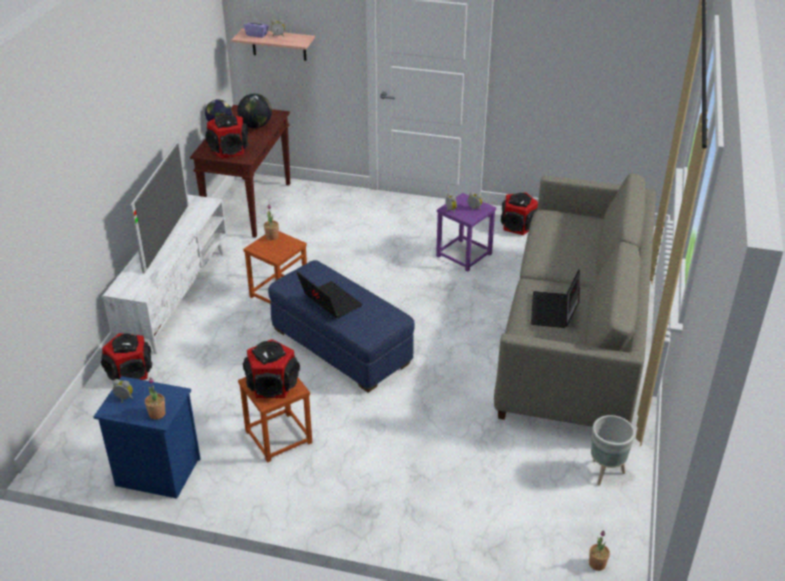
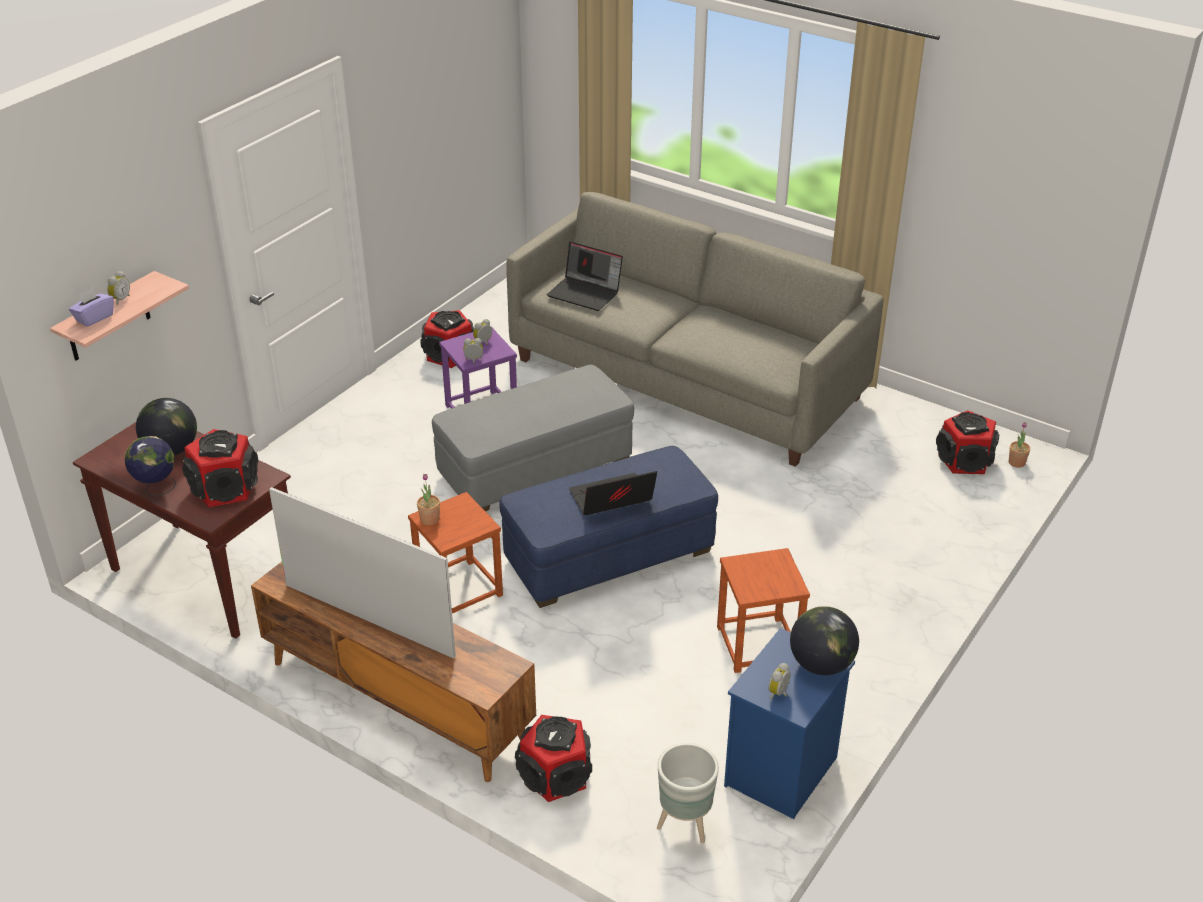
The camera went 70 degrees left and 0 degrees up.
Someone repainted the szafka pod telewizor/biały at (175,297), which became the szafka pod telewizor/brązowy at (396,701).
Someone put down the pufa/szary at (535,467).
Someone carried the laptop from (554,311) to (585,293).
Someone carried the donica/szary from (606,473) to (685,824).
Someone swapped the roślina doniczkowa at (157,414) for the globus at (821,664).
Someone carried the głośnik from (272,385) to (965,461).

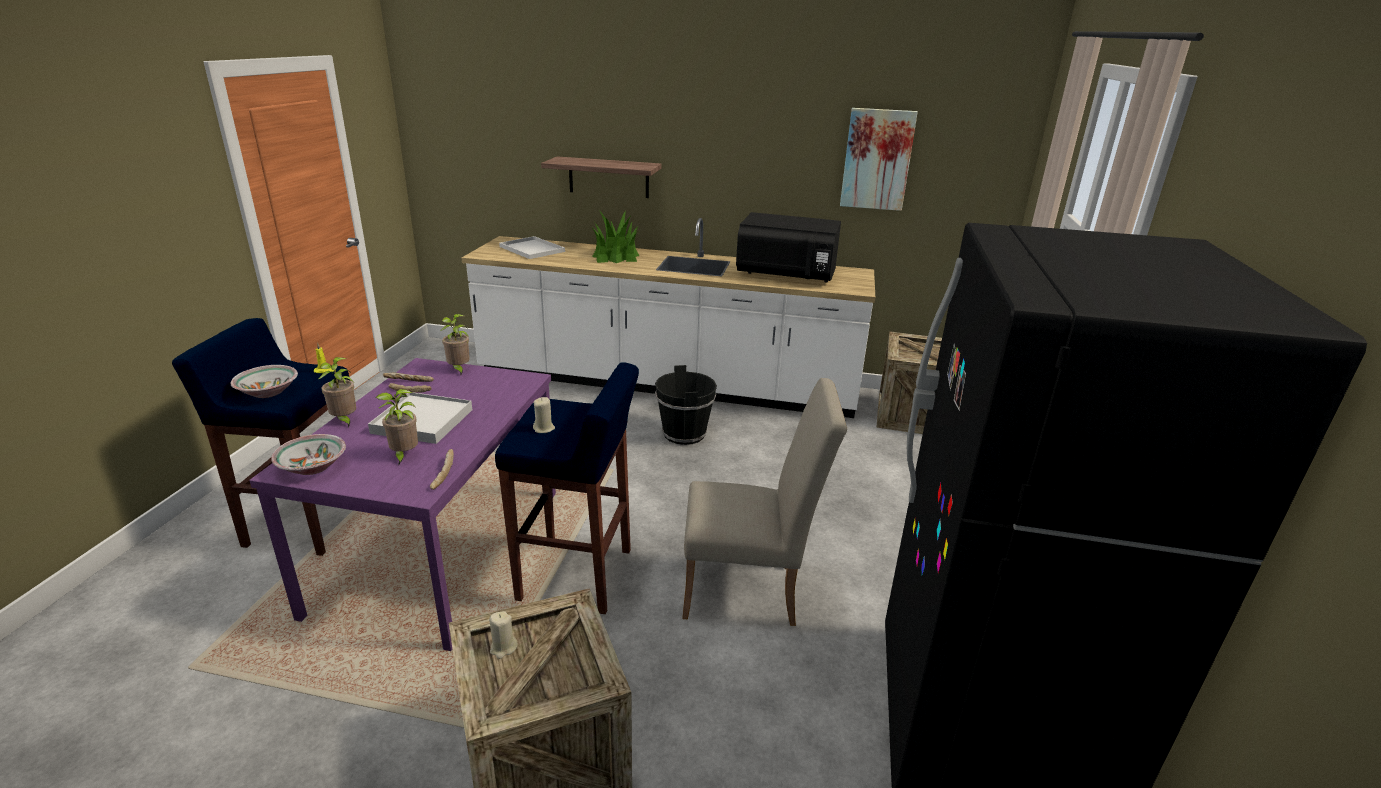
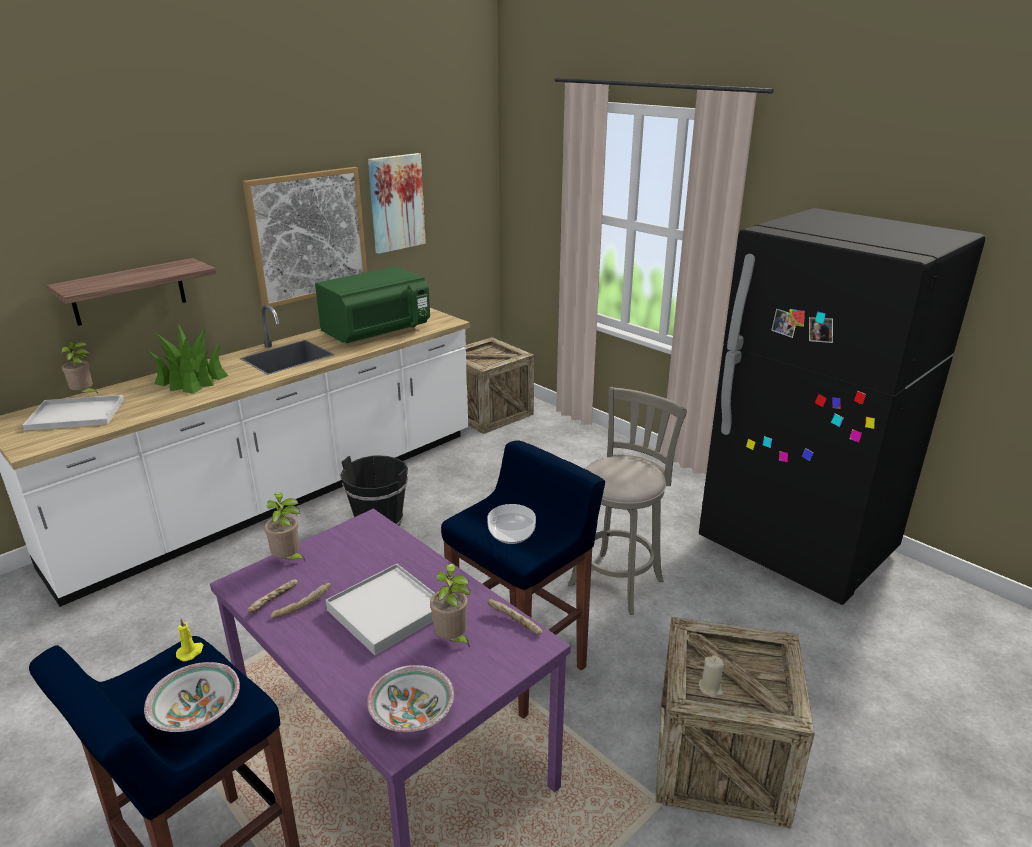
The camera went 55 degrees left and 0 degrees up.
Someone carried the roślina doniczkowa from (344,421) to (85,394).
Someone put up the obraz at (308,236).
Someone repainted the mikrofalówka/czarny at (786,275), which became the mikrofalówka/zielony at (377,332).
Someone swapped the świeca/beżowy at (544,428) for the miska at (512,534).
Someone swapped the krzesło/beżowy at (749,592) for the stołek/szary at (618,580).

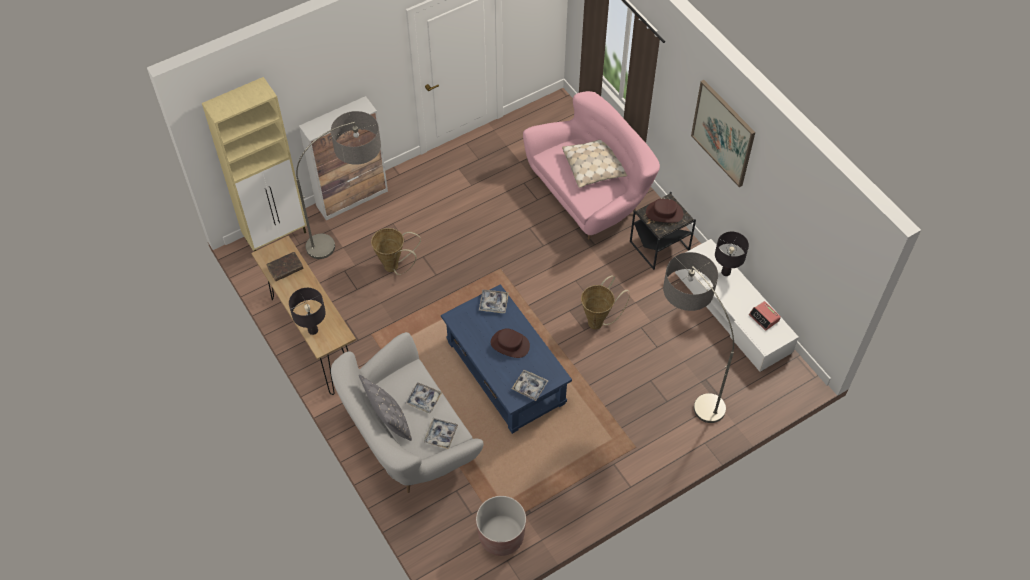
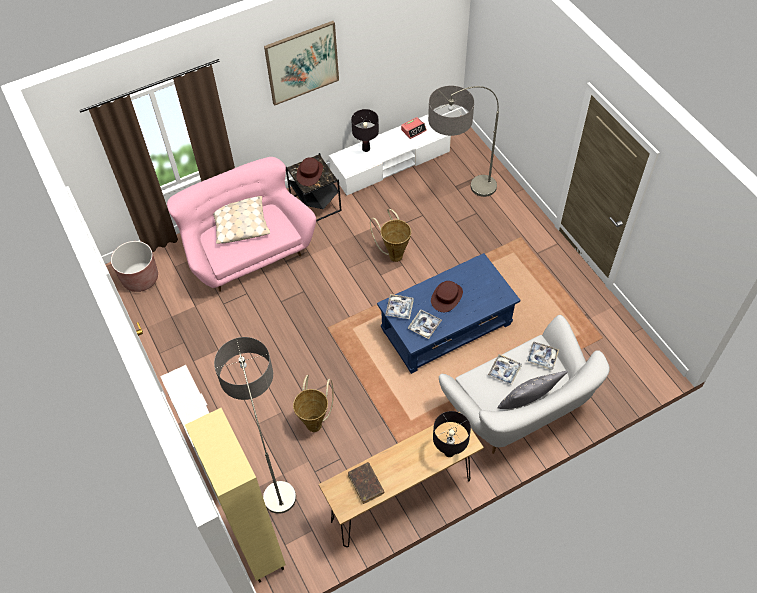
The camera went 85 degrees left and 0 degrees up.
Someone carried the donica/brązowy from (501,536) to (140,278).
Someone carried the taca from (530,387) to (424,326).

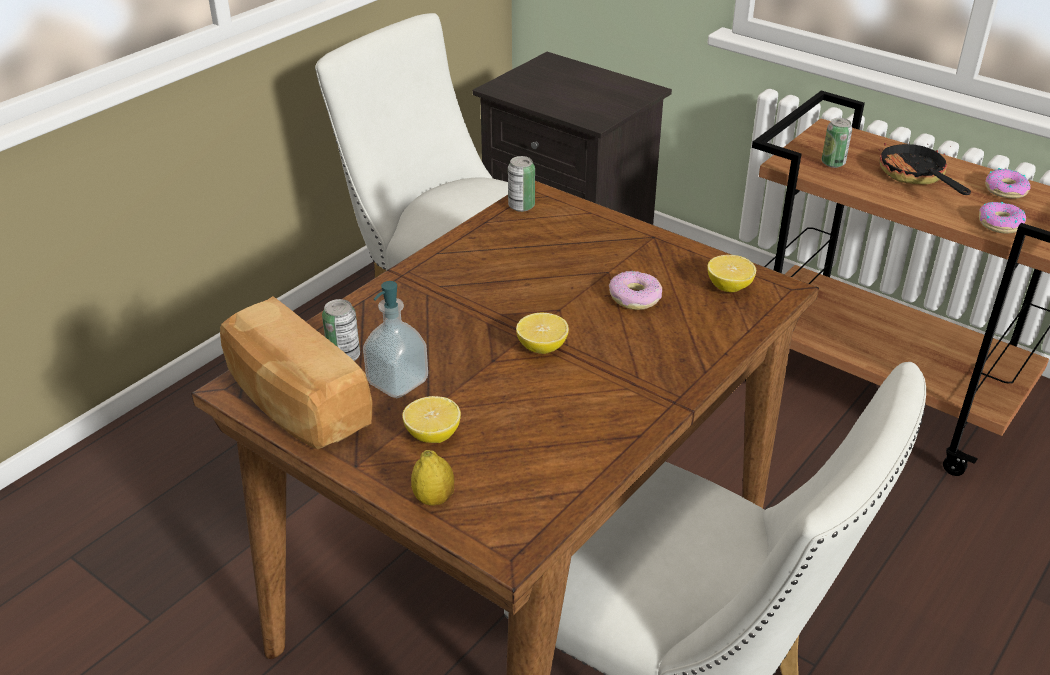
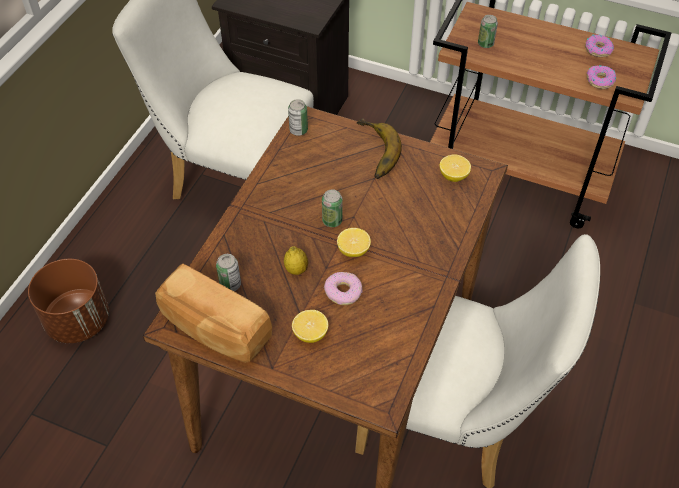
The camera went 15 degrees left and 15 degrees up.
Someone put down the donica/brązowy at (78,320).
Someone carried the cytryna from (434,499) to (296,269).
Someone put down the puszka at (332,221).
Someone carried the donut from (635,297) to (343,292).
Someone put down the banan at (372,152).
Someone took away the dozownik mydła at (397,382).
Someone took away the patelnia at (916,177).

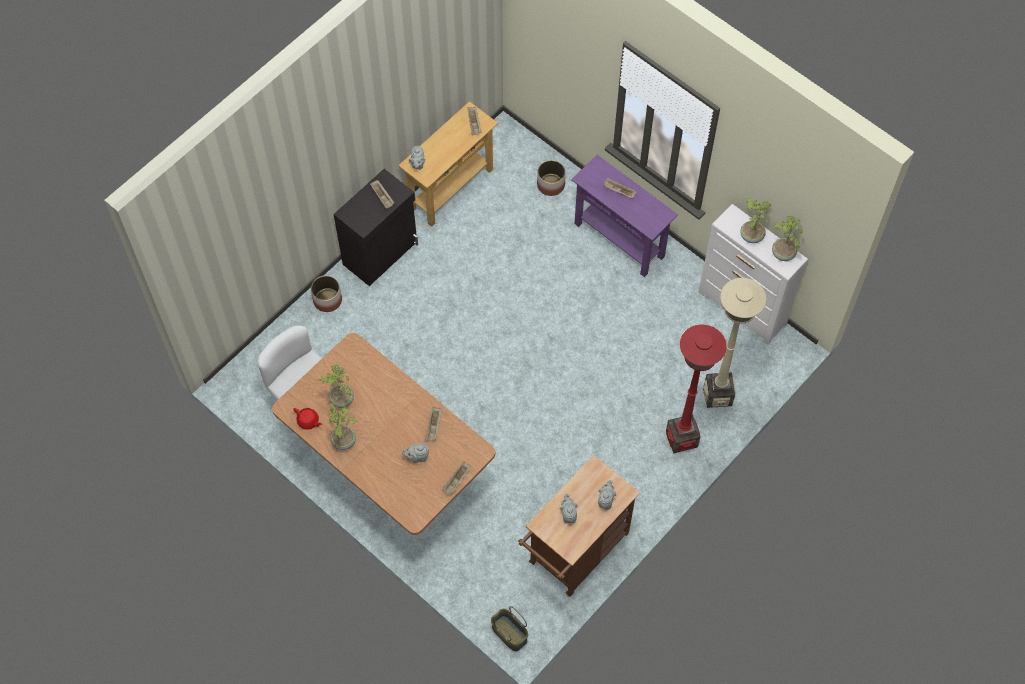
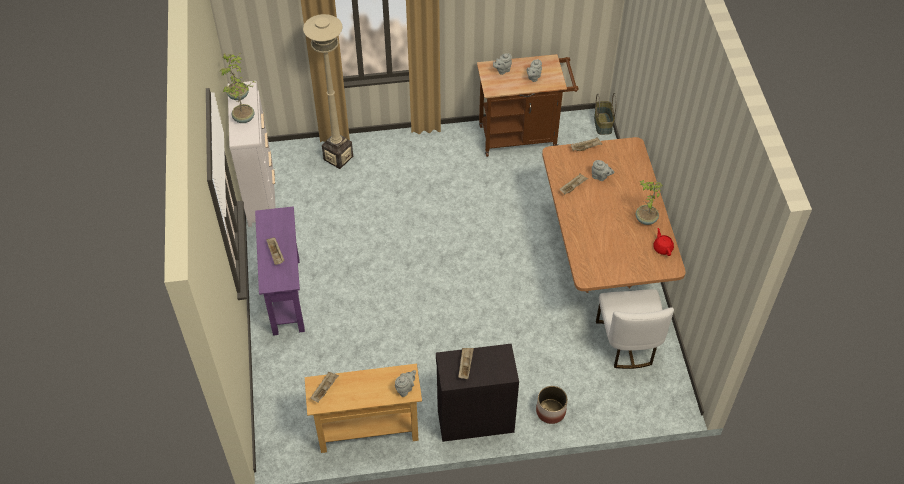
The camera went 140 degrees left and 10 degrees down.
Someone took away the roślina doniczkowa at (341,400).
Someone took away the donica at (551,184).
Someone took away the lampa stojąca/czerwony at (682,439).

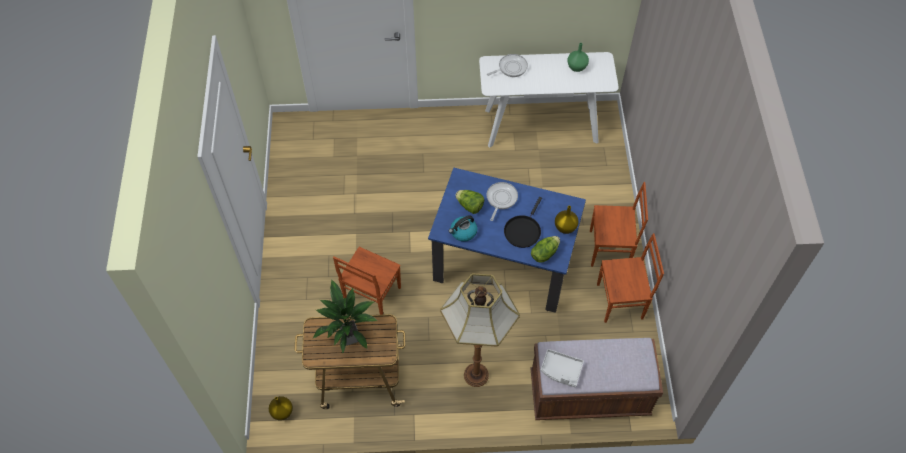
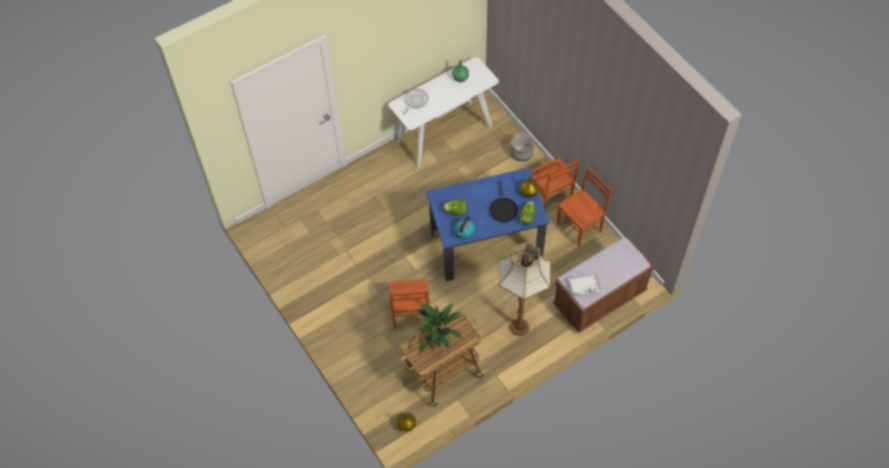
The camera went 30 degrees left and 0 degrees up.
Someone put down the donica at (521,153).
Someone rotated the krzesło/brązowy at (610,249) by 90 degrees clockwise.
Someone took away the patelnia at (501,199).

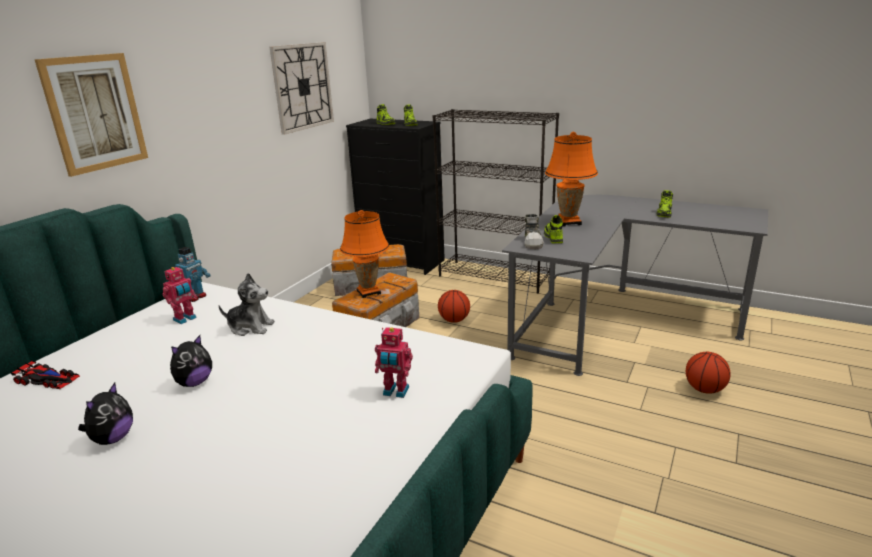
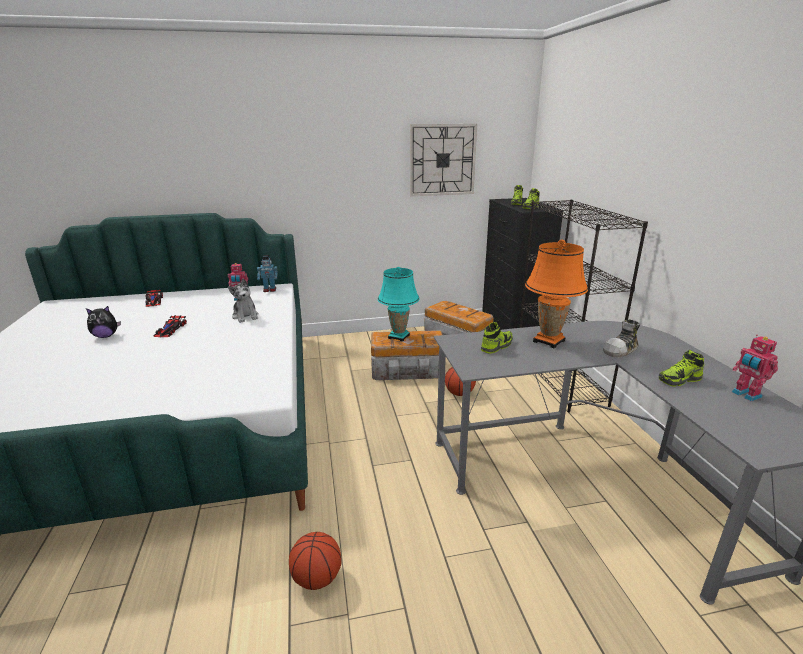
The camera went 50 degrees right and 0 degrees up.
Someone swapped the pluszak at (194,382) for the samochodzik at (170,330).
Someone carried the piłka do koszykówki from (704,389) to (317,578).
Someone repainted the lampa stołowa/pomarańczowy at (368,292), which became the lampa stołowa/turkusowy at (398,337).
Someone carried the but from (533,242) to (621,350).
Someone carried the robot zabawkowy from (395,392) to (745,395).
Someone took away the obraz at (95,113).

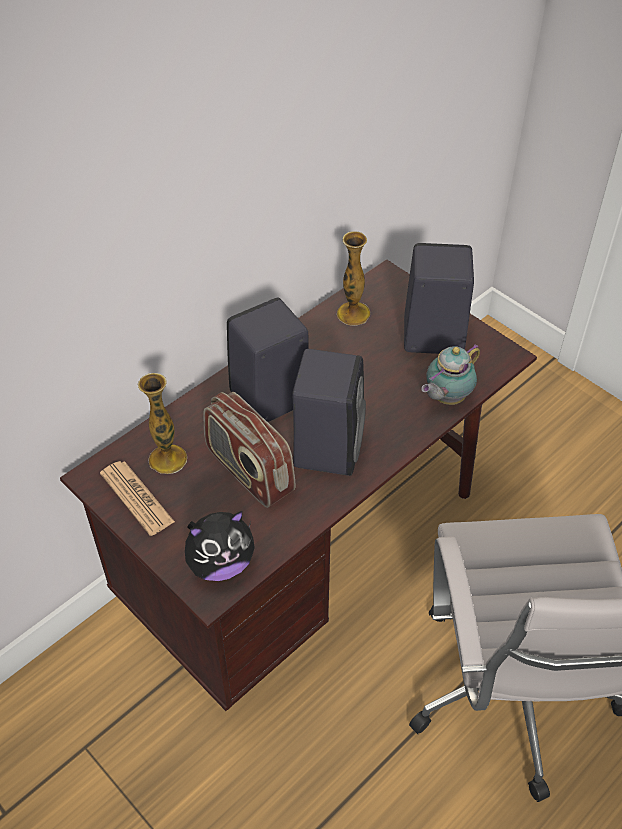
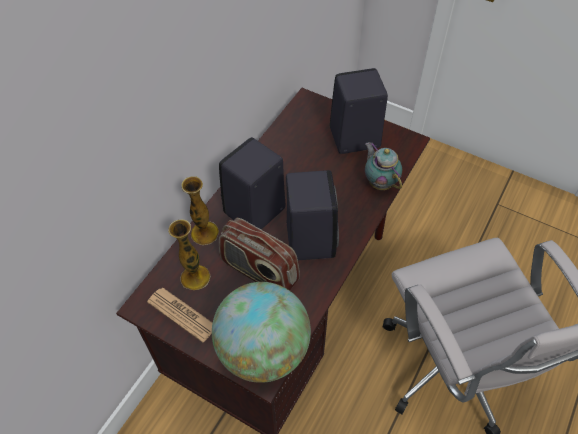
The camera went 15 degrees left and 5 degrees up.
Someone carried the wazon from (353,313) to (204,233).
Someone swapped the pluszak at (220,564) for the globus at (263,350).
Someone rotated the imbryk at (446,398) by 120 degrees clockwise.

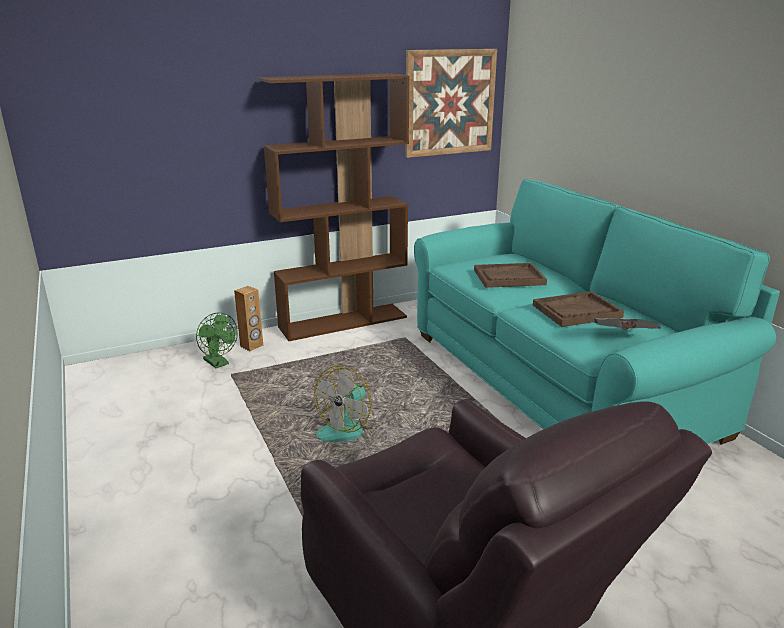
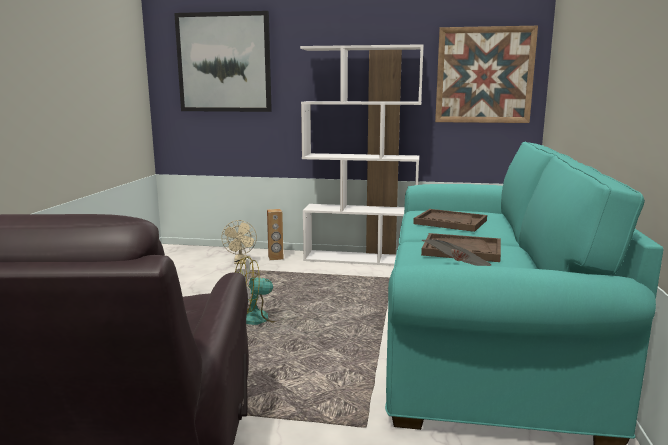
The camera went 35 degrees right and 10 degrees down.
Someone put up the obraz at (224,62).
Someone repainted the wentylator/zielony at (218,363), which became the wentylator/beżowy at (240,262).
Someone repainted the regał/brązowy at (343,322), which became the regał/biały at (360,258).

